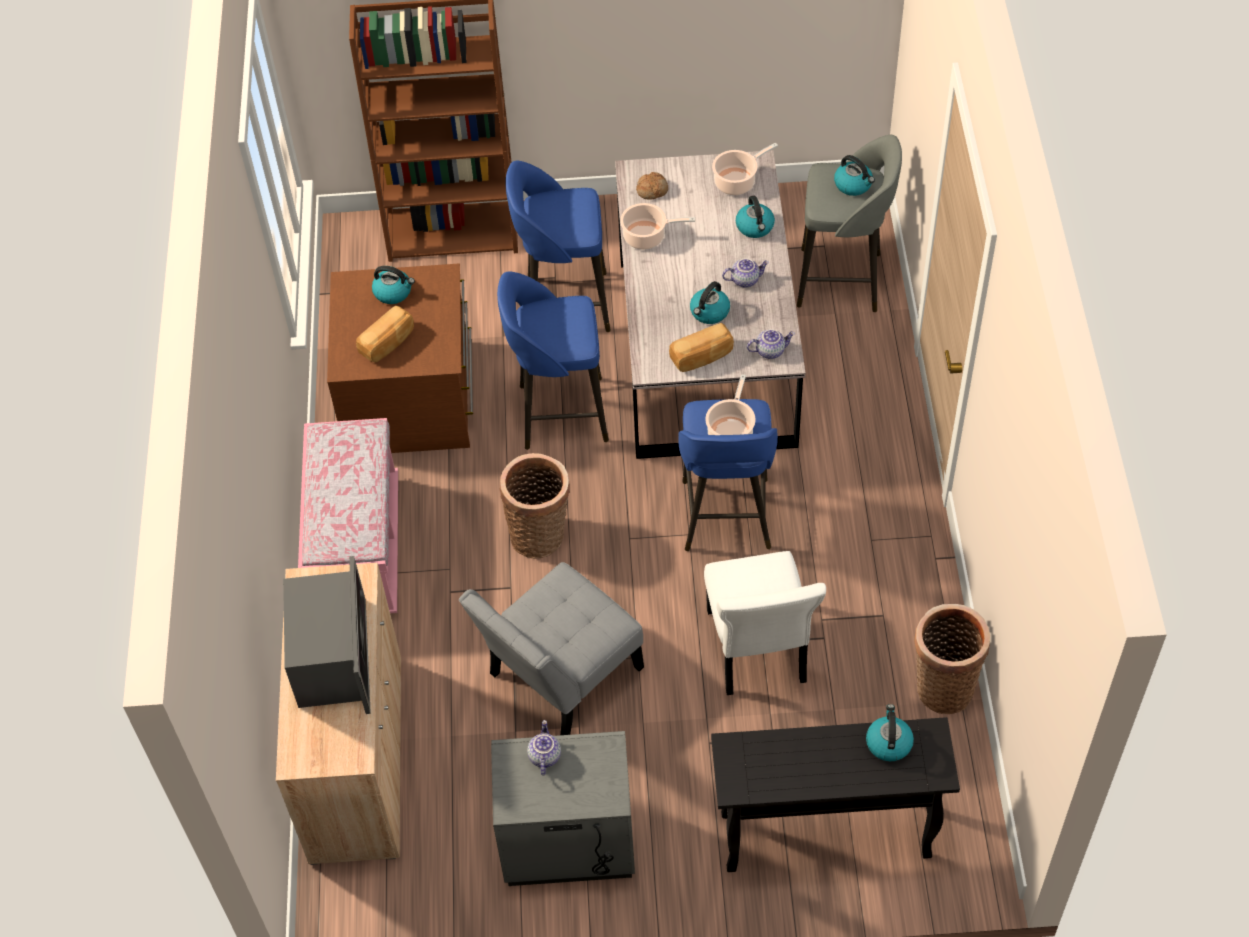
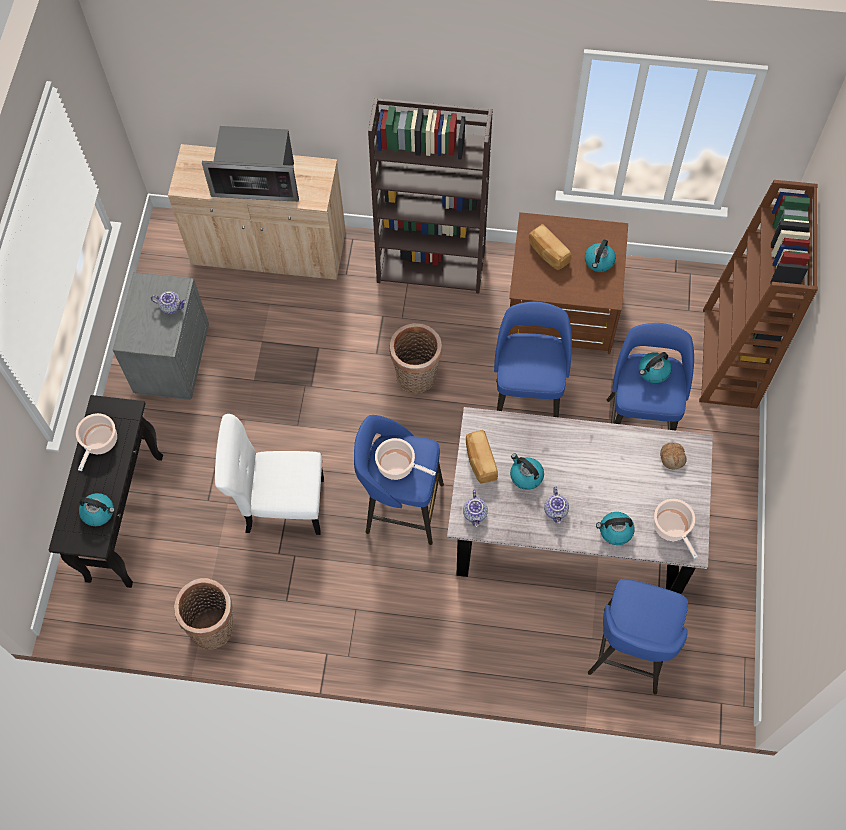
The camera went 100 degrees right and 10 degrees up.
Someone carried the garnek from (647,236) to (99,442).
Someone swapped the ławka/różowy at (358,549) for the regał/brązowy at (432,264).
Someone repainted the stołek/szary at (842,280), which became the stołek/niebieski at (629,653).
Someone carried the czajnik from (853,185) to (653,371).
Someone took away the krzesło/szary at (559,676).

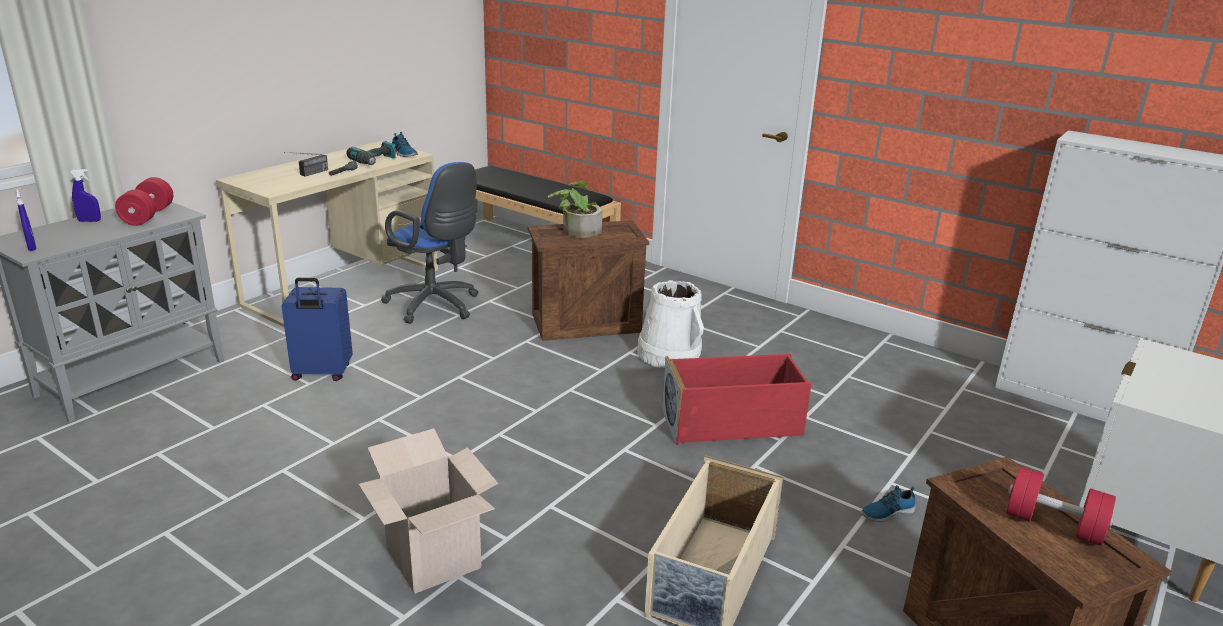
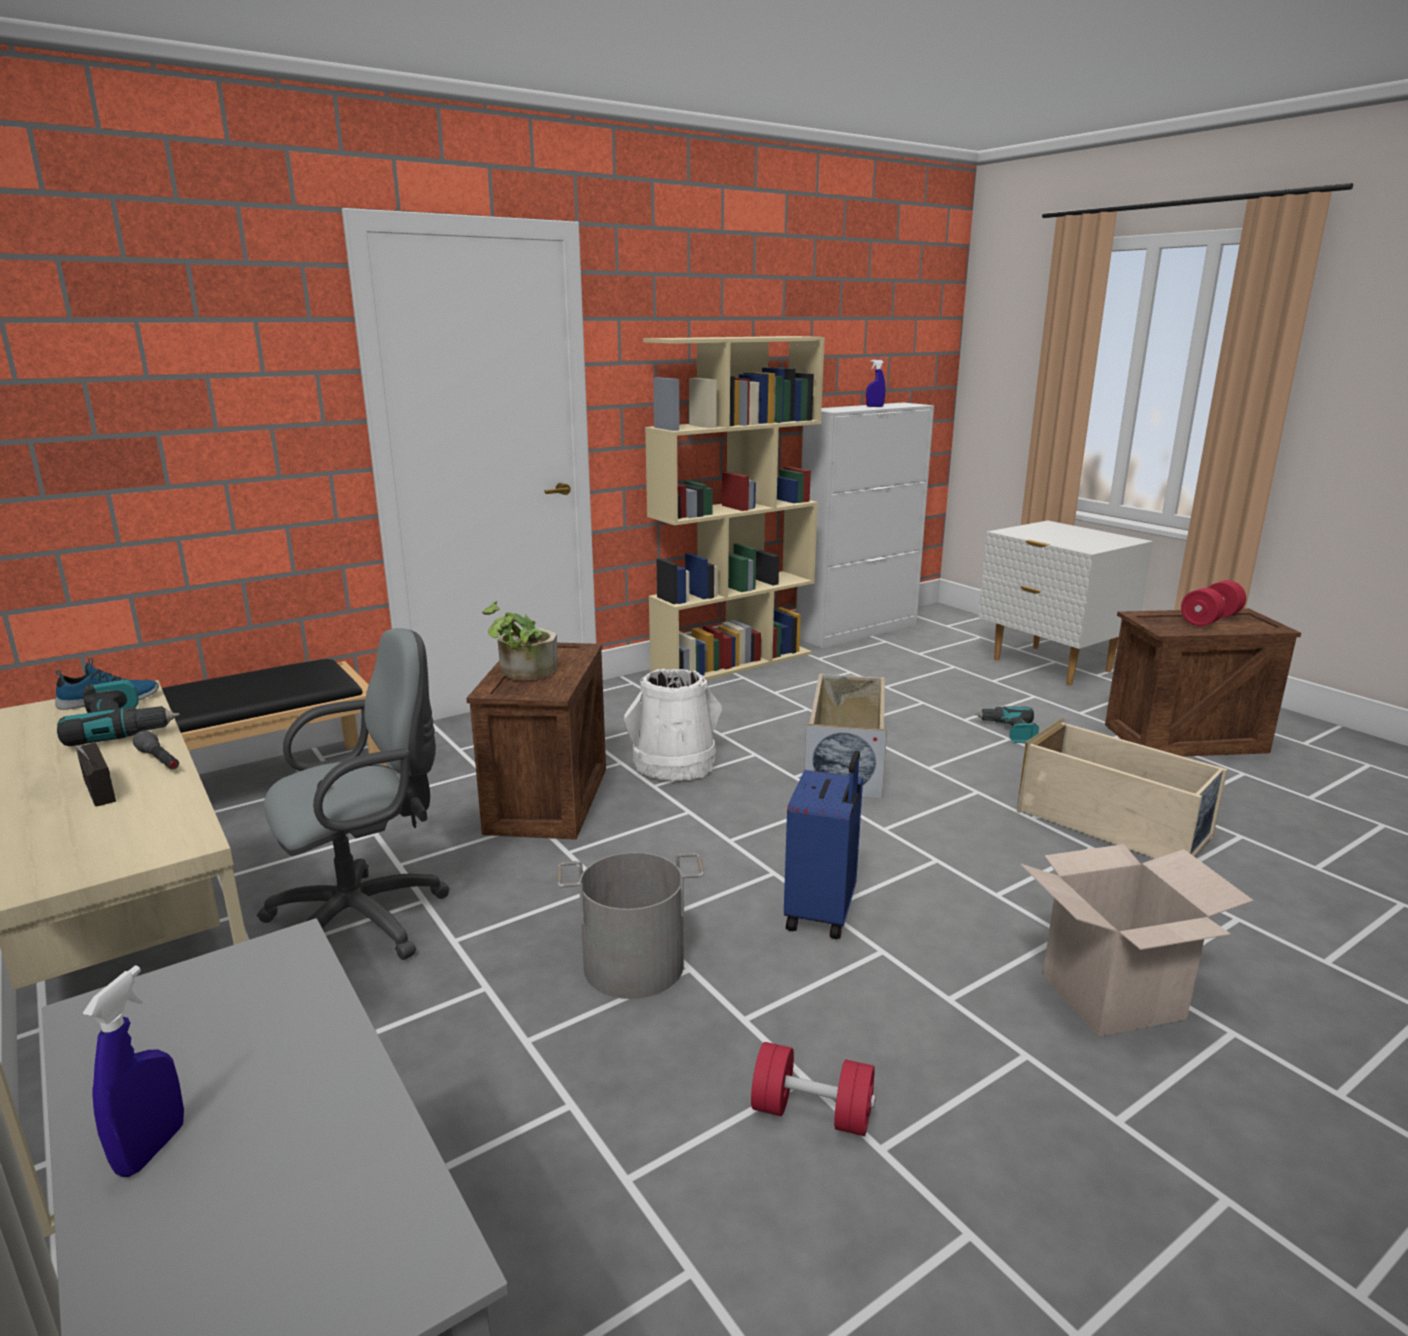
The camera went 70 degrees left and 5 degrees down.
Someone repainted the krzesło biurowe/niebieski at (436,306), which became the krzesło biurowe/szary at (366,919).
Someone put down the wiadro/szary at (633,964).
Someone put down the regał/beżowy at (733,663).
Someone carried the hantel/czerwony from (148,216) to (812,1112).
Someone carried the walizka/niebieski from (322,374) to (822,913).
Someone repainted the pojemnik do przechowywania/czerwony at (732,423), which became the pojemnik do przechowywania/beżowy at (845,761).
Someone carried the spryskiwacz/niebieski from (32,247) to (874,406).
Someone swapped the but at (886,512) for the wiertarka at (1009,731).

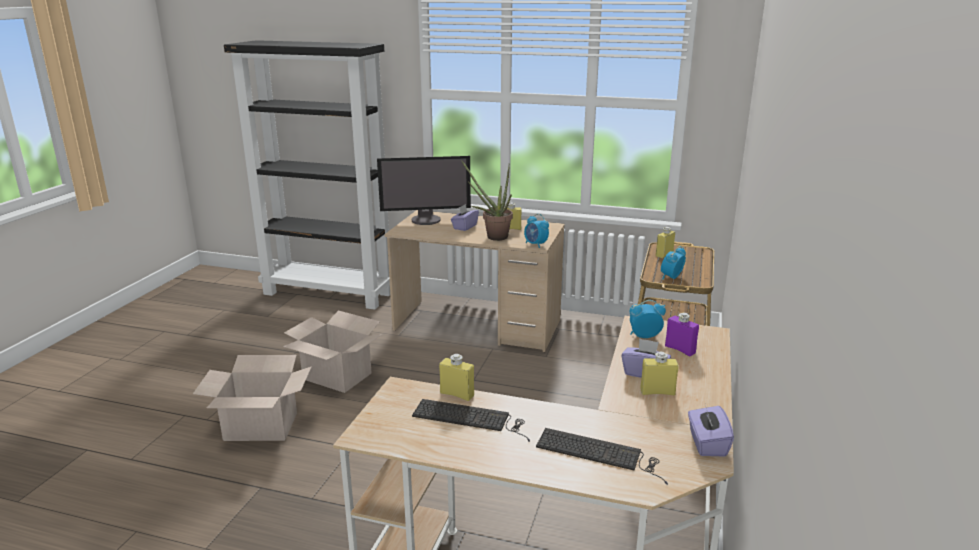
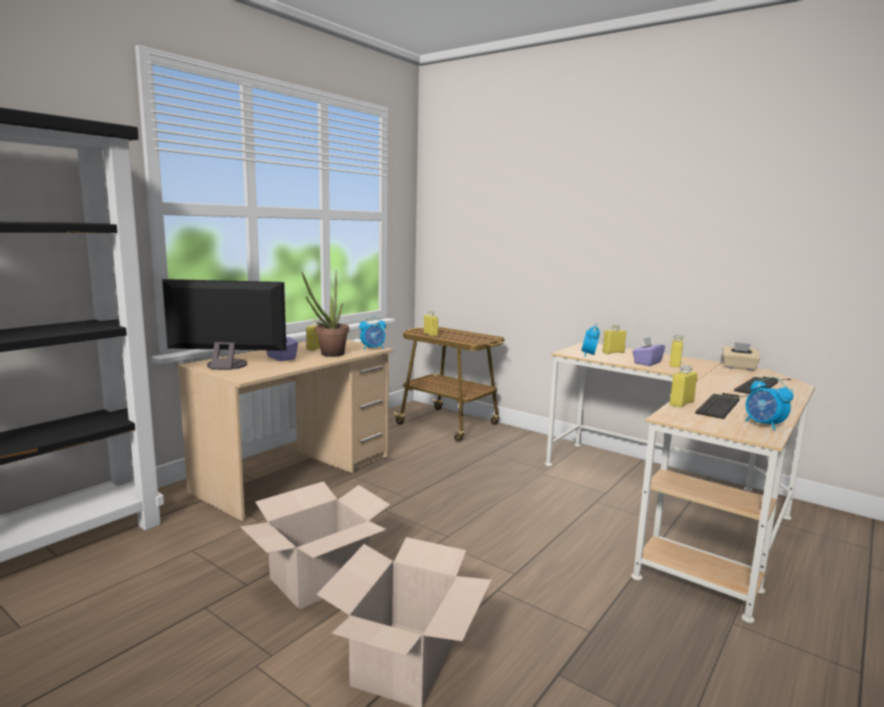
The camera went 70 degrees left and 10 degrees down.
Someone rotated the monitor at (426,220) by 105 degrees counterclockwise.
Someone repainted the butelka/fioletowy at (680,349), which became the butelka/żółty at (613,352).
Someone repainted the pudełko chusteczek/fioletowy at (707,444), which became the pudełko chusteczek/beżowy at (739,367).
Someone carried the budzik from (671,277) to (764,425).

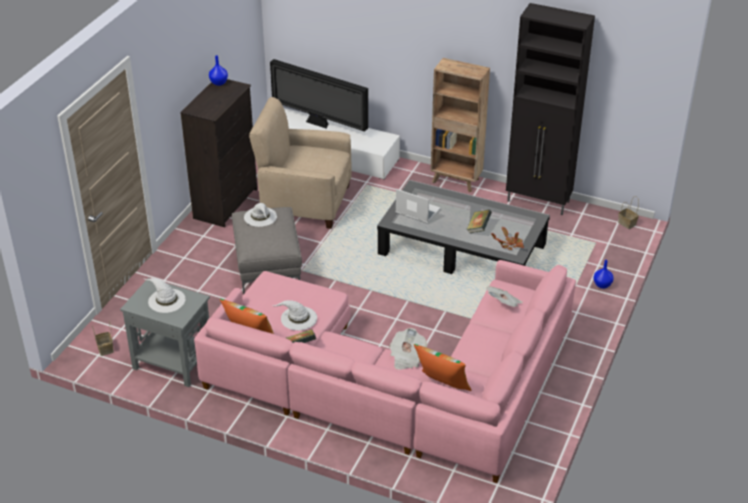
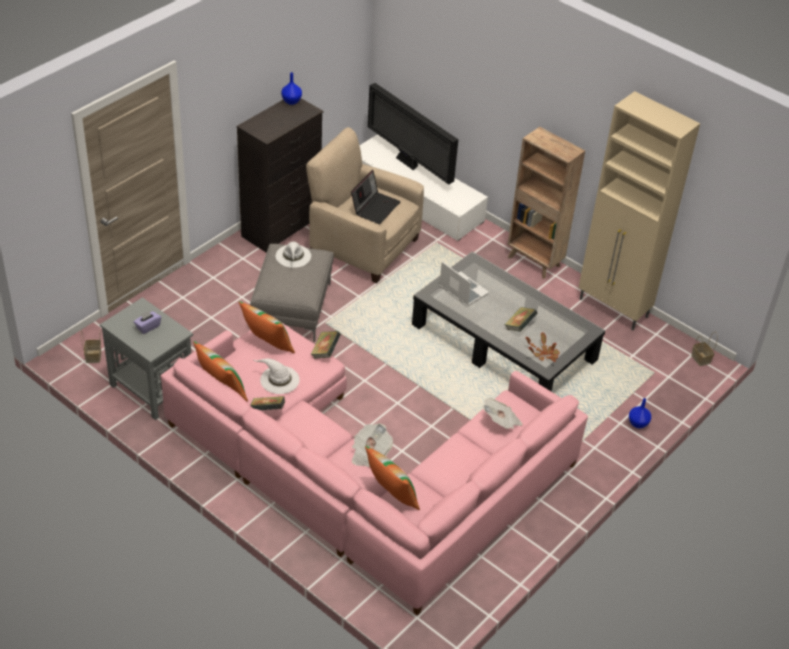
The camera went 15 degrees right and 5 degrees up.
Someone swapped the kapelusz/biały at (166,300) for the pudełko chusteczek/fioletowy at (148,327).
Someone put down the poduszka at (267,345).
Someone put down the książka at (325,351).
Someone put down the laptop at (375,207).
Someone repainted the szafka/czarny at (539,202), which became the szafka/beżowy at (614,308).

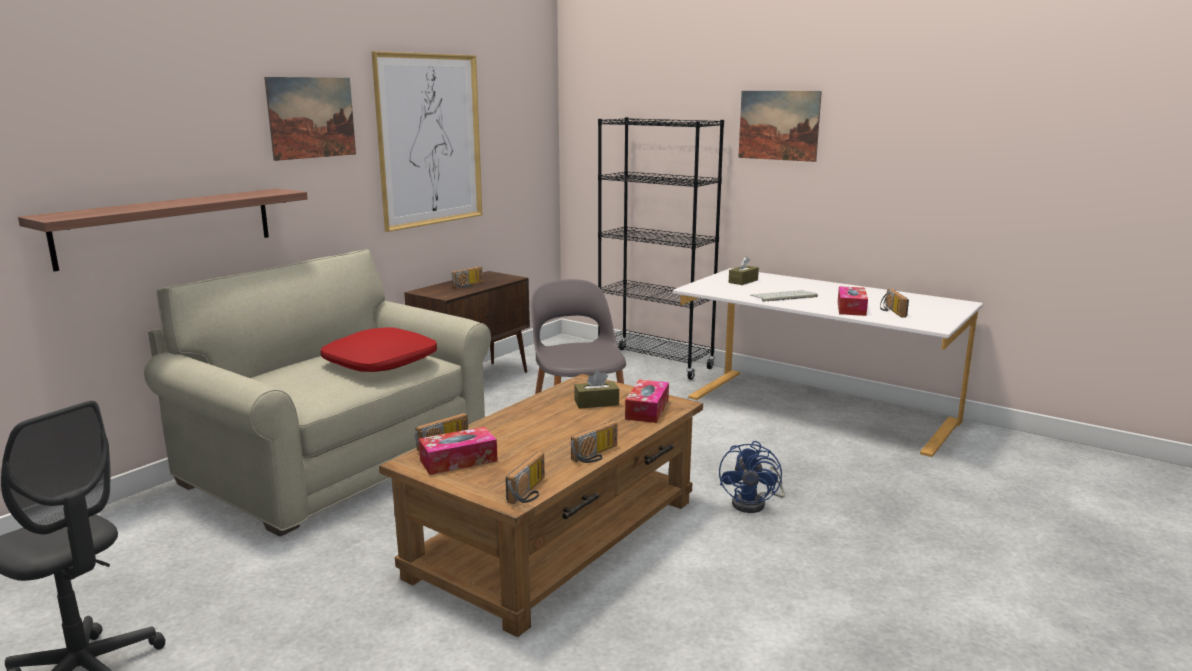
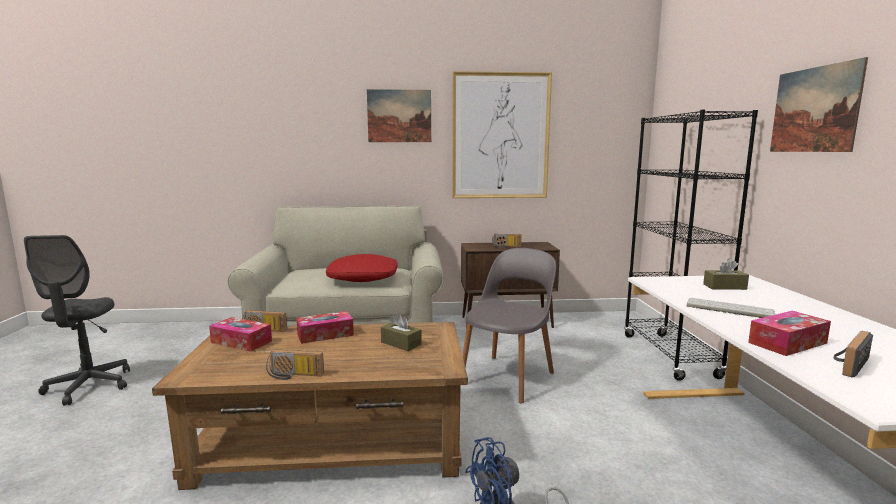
The camera went 50 degrees right and 5 degrees down.
Someone carried the pudełko chusteczek from (647,410) to (325,335).
Someone took away the półka at (167,226).
Someone took away the radio at (530,492).

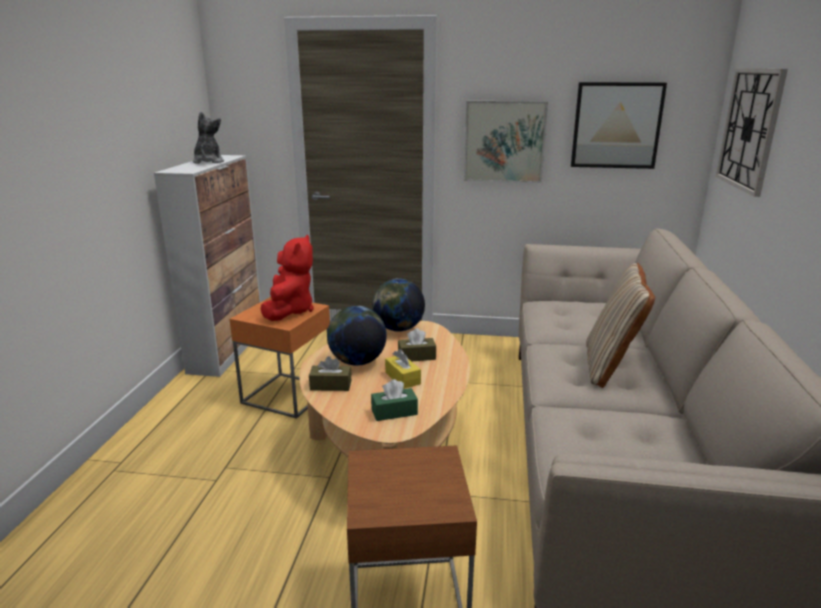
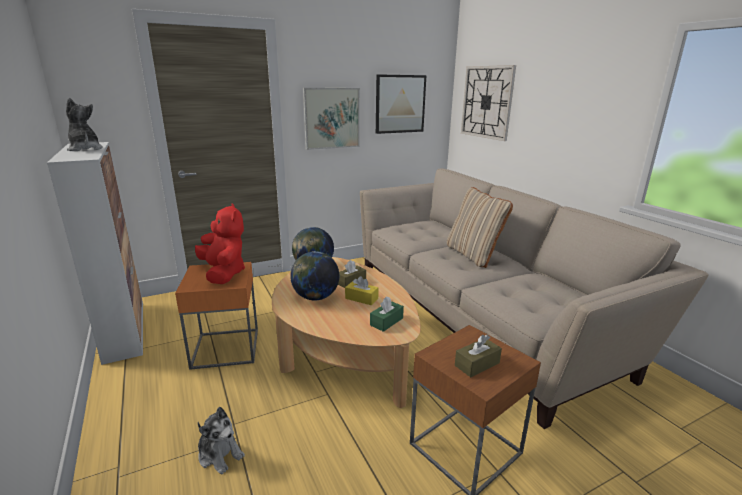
The camera went 35 degrees left and 0 degrees up.
Someone put down the pluszak at (220,454).
Someone carried the pudełko chusteczek/brązowy from (330,385) to (477,364).

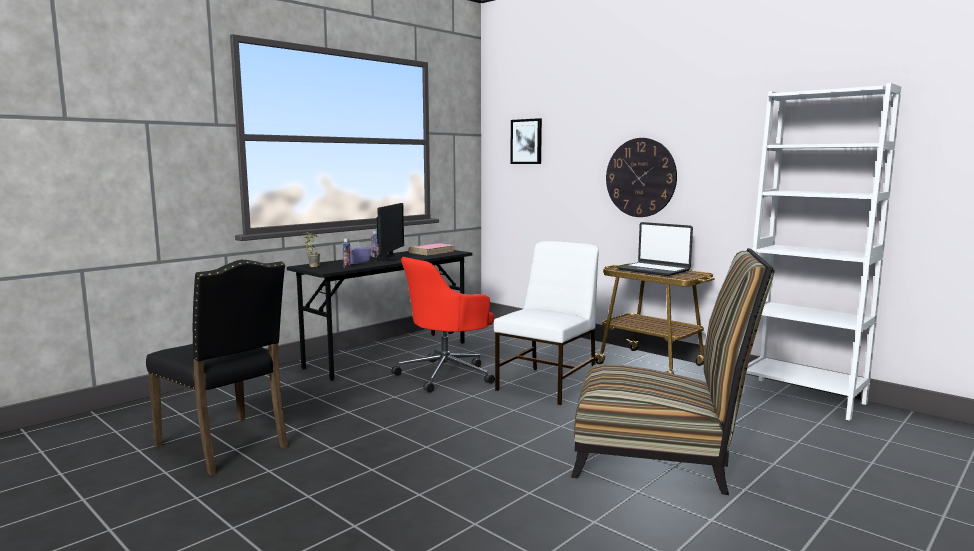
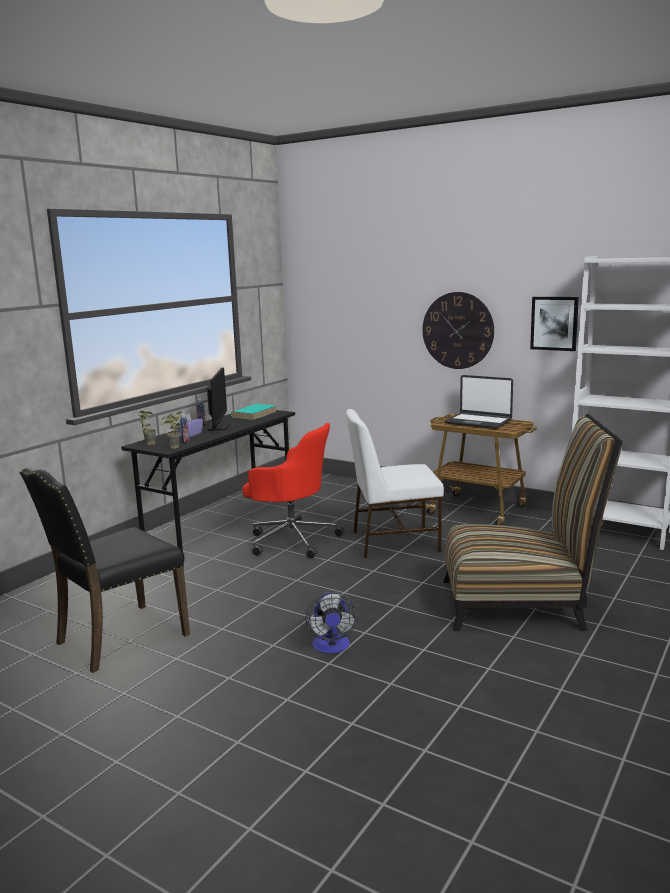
The camera went 10 degrees left and 5 degrees up.
Someone rotated the krzesło/czarny at (226,446) by 105 degrees clockwise.
Someone put down the roślina doniczkowa at (173,448).
Someone repainted the książka/różowy at (432,252), which became the książka/turkusowy at (254,414).
Someone rotated the krzesło biurowe/czerwony at (446,374) by 105 degrees counterclockwise.
Someone put down the wentylator at (332,647).
Someone rotated the krzesło/biały at (548,385) by 120 degrees counterclockwise.
Someone carried the obraz from (526,141) to (554,323).

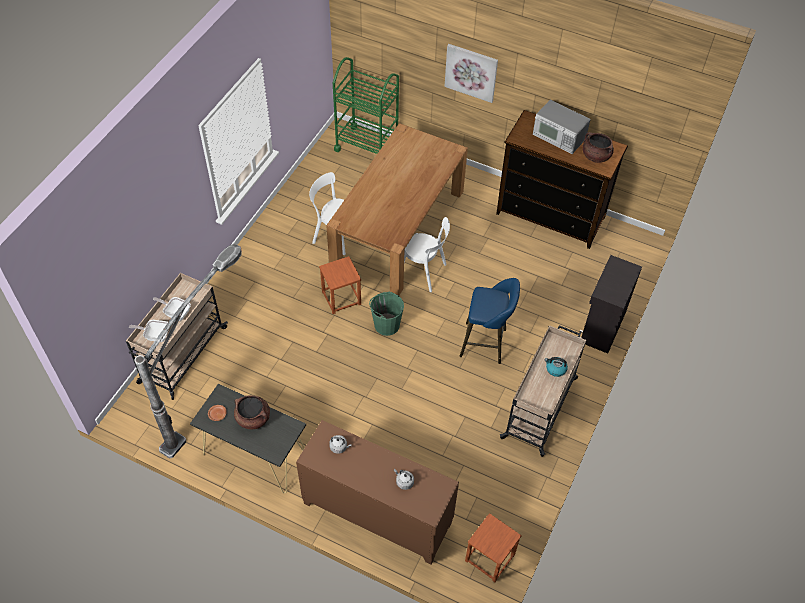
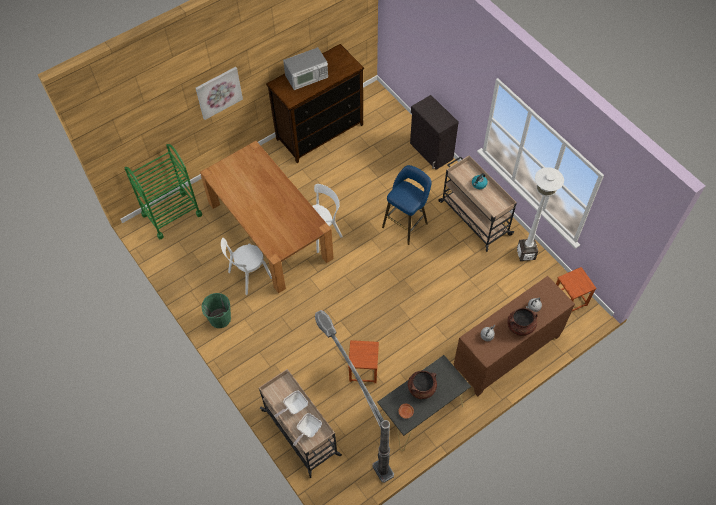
The camera went 60 degrees left and 5 degrees up.
Someone carried the wiadro/zielony from (386,325) to (220,318).
Someone carried the stołek/brązowy from (341,298) to (364,369).
Someone carried the garnek/brązowy from (595,156) to (520,326).
Someone put down the lampa stojąca/biały at (526,254).

